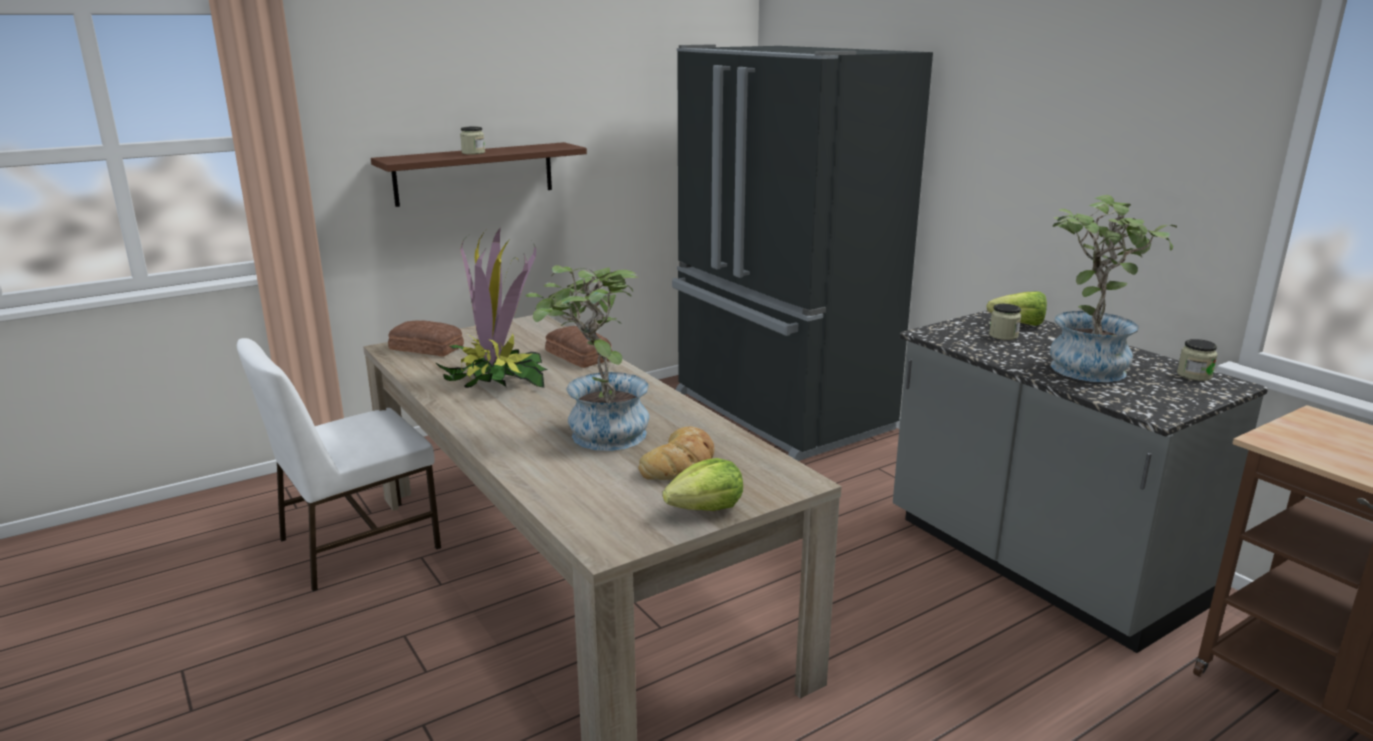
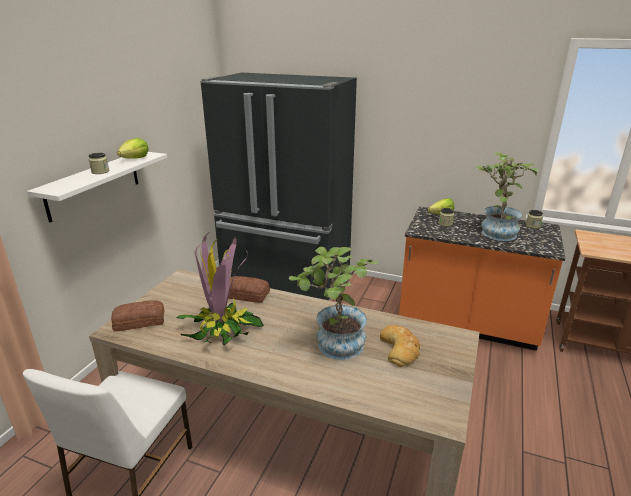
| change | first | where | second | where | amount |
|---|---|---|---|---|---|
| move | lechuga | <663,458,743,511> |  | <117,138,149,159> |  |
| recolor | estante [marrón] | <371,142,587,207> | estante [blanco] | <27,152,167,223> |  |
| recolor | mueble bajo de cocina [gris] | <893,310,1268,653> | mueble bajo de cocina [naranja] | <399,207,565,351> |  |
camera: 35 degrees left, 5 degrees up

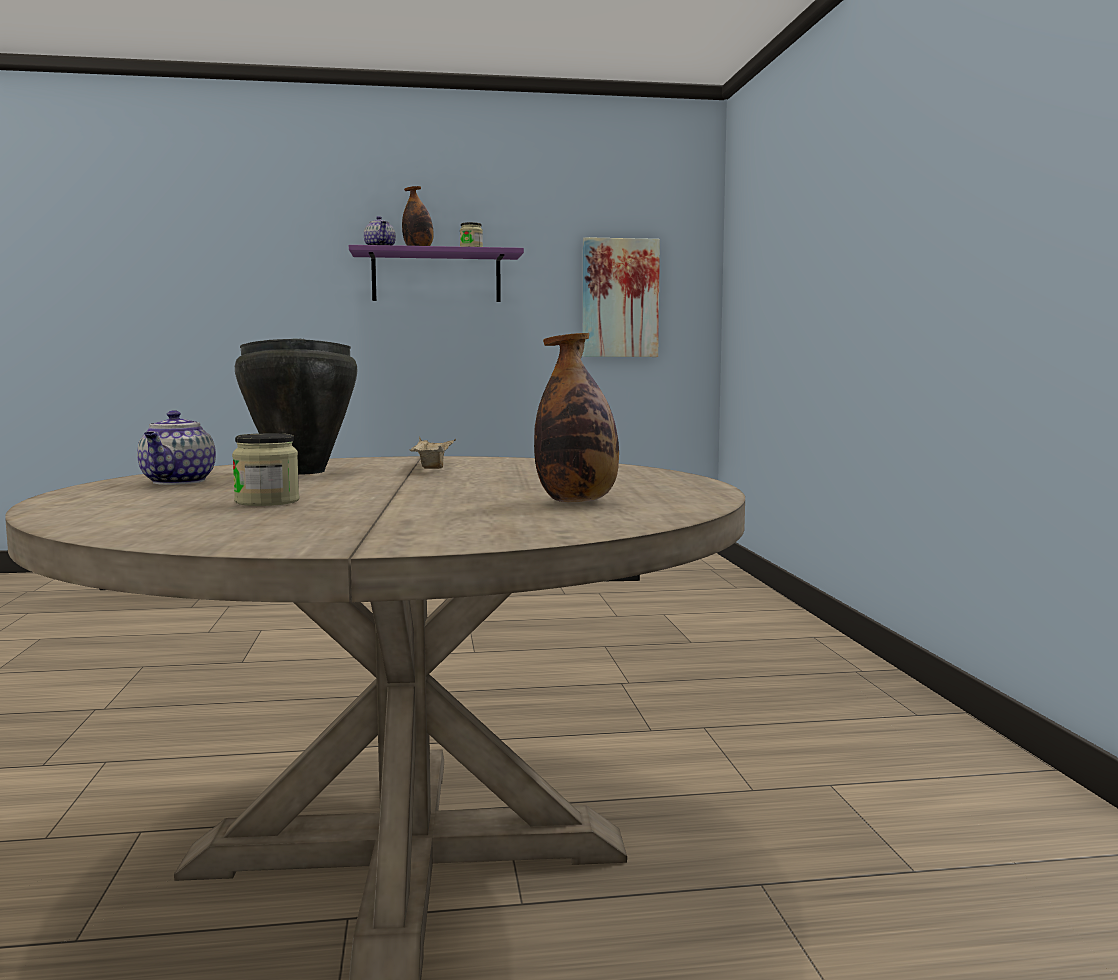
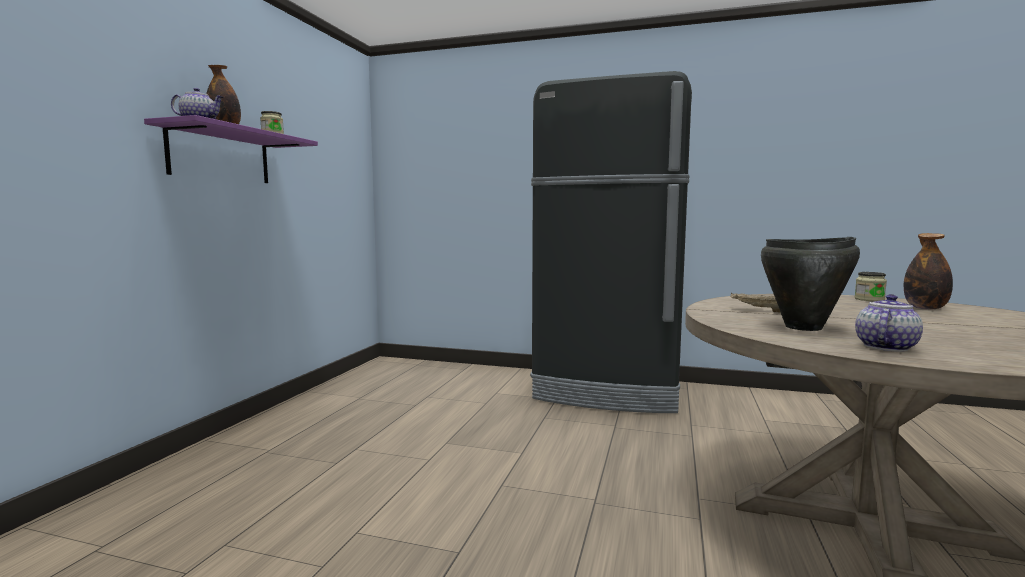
| change | first | where | second | where | amount |
|---|---|---|---|---|---|
| delete | cuadro | <583,237,660,357> |  |  |  |
| insert |  |  | nevera [negro] | <530,71,692,413> |  |
| move | tarro | <232,433,299,506> |  | <855,272,887,301> |  |
| rotate | tetera | <137,410,216,485> |  | <855,294,923,352> | 75 degrees counterclockwise |
camera: 65 degrees left, 0 degrees up

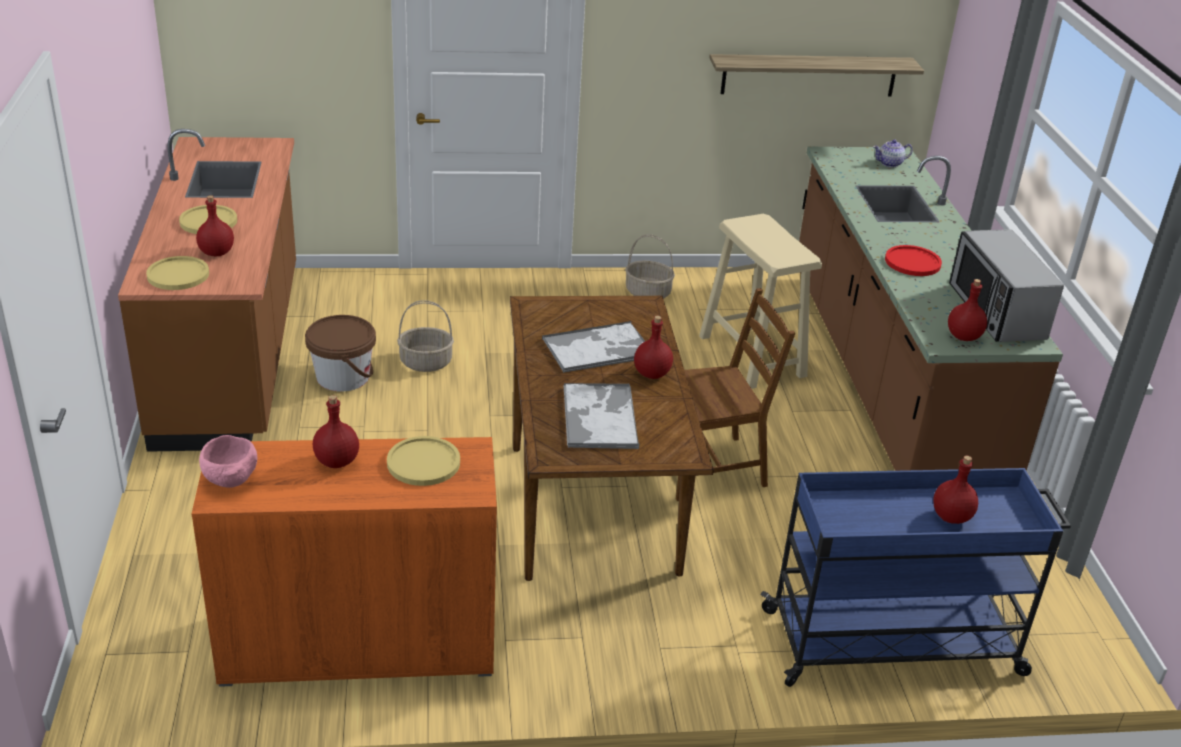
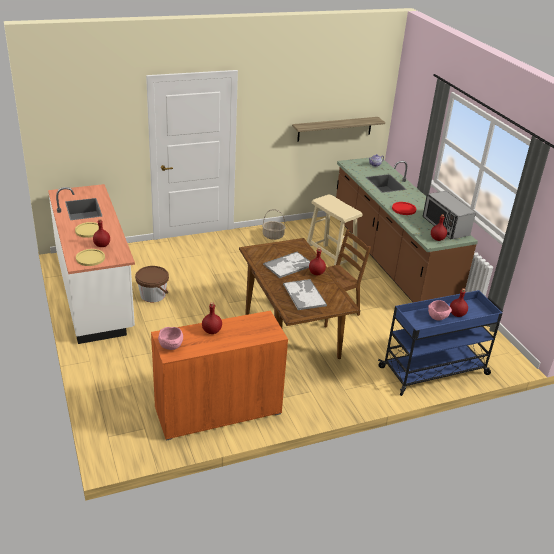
| change | first | where | second | where | amount |
|---|---|---|---|---|---|
| delete | plato [amarillo] | <387,436,460,486> |  |  |  |
| delete | cesta | <397,300,454,372> |  |  |  |
| insert |  |  | cuenco [rosa] | <428,300,452,321> |  |
| recolor | mueble bajo de cocina [marrón] | <118,129,296,452> | mueble bajo de cocina [blanco] | <48,184,135,344> |  |
camera: 15 degrees left, 0 degrees up

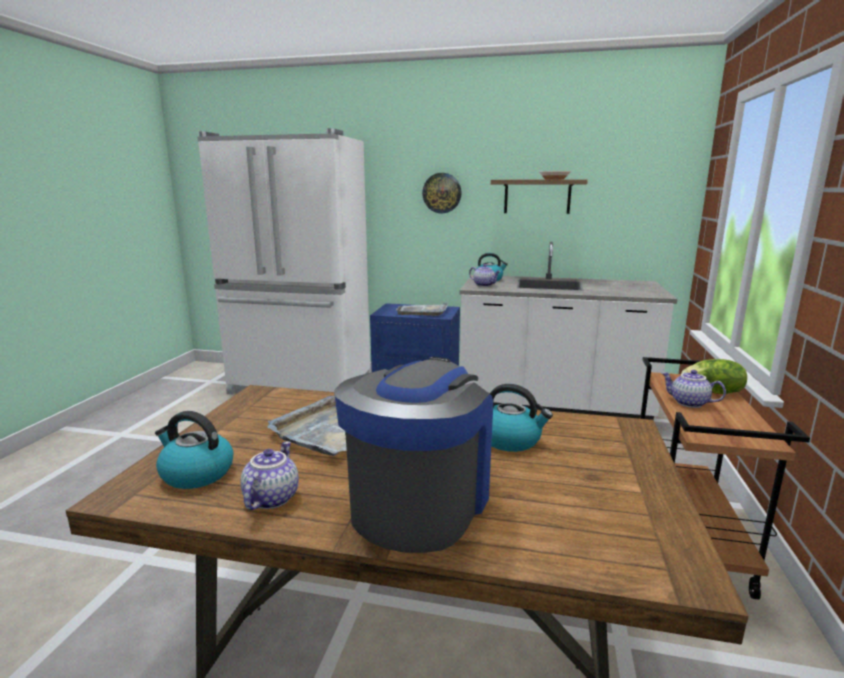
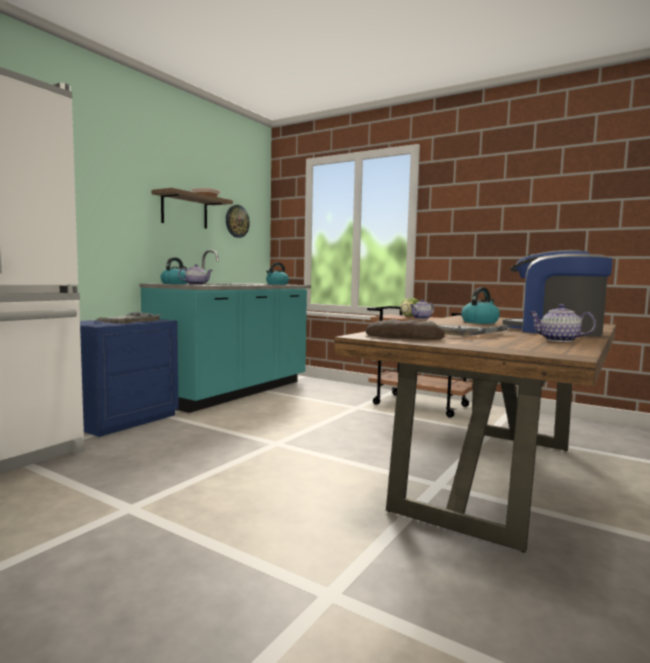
| change | first | where | second | where | amount |
|---|---|---|---|---|---|
| insert |  |  | pan | <366,319,445,340> |  |
| move | hervidor | <155,411,233,489> |  | <266,262,289,285> |  |
| move | reloj de pared | <422,173,462,213> |  | <226,205,250,238> |  |
| recolor | mueble bajo de cocina [blanco] | <459,242,677,420> | mueble bajo de cocina [turquesa] | <139,250,311,413> |  |
camera: 70 degrees left, 10 degrees down

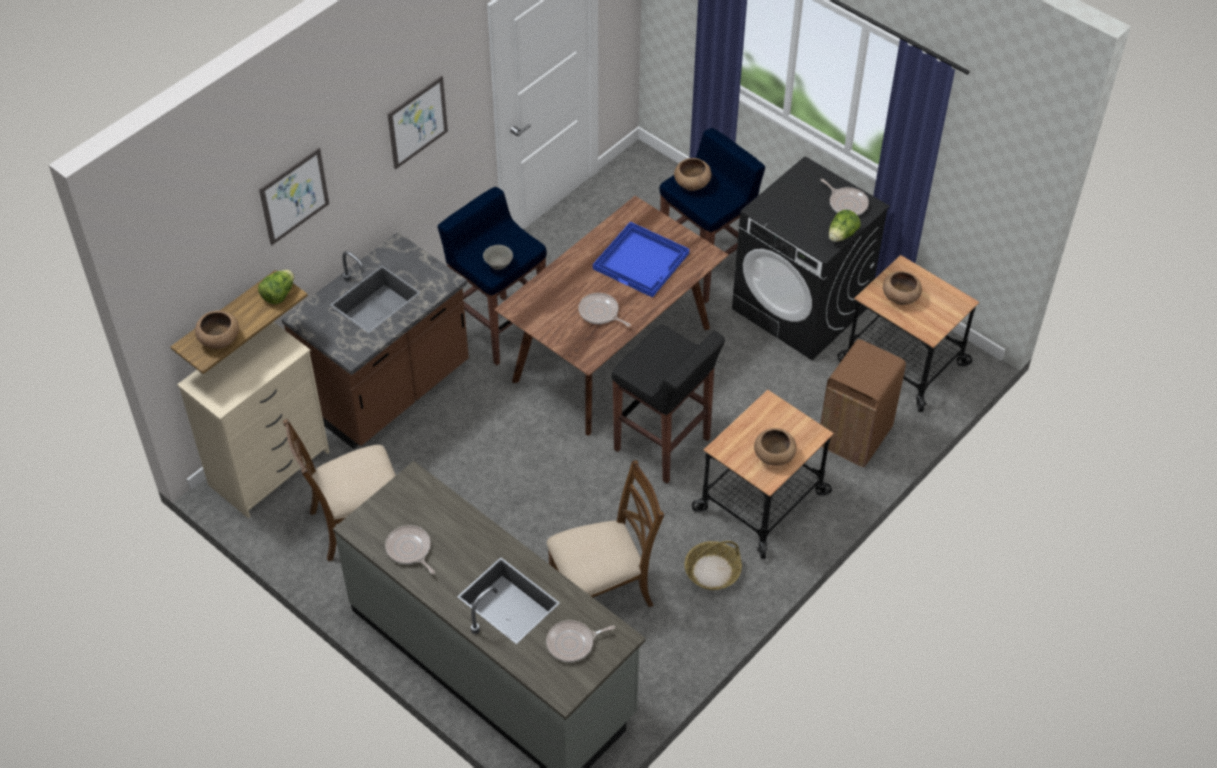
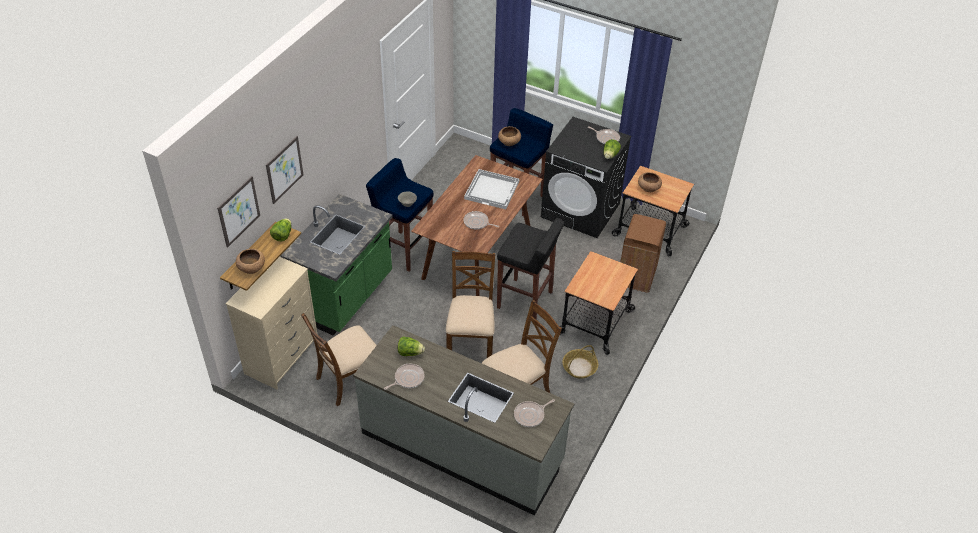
| change | first | where | second | where | amount |
|---|---|---|---|---|---|
| delete | cuenco [marrón] | <754,428,797,466> |  |  |  |
| insert |  |  | lechuga | <398,336,425,356> |  |
| insert |  |  | silla [marrón] | <446,251,496,358> |  |
| move | cuadro | <387,75,448,169> |  | <217,176,260,247> |  |
| recolor | mueble bajo de cocina [marrón] | <281,232,469,449> | mueble bajo de cocina [verde] | <281,194,393,336> |  |
| recolor | bandeja [azul] | <593,222,689,298> | bandeja [blanco] | <464,169,519,209> |  |
| rotate | sartén | <385,525,435,574> |  | <384,364,425,390> | 105 degrees clockwise |
camera: 15 degrees left, 5 degrees down

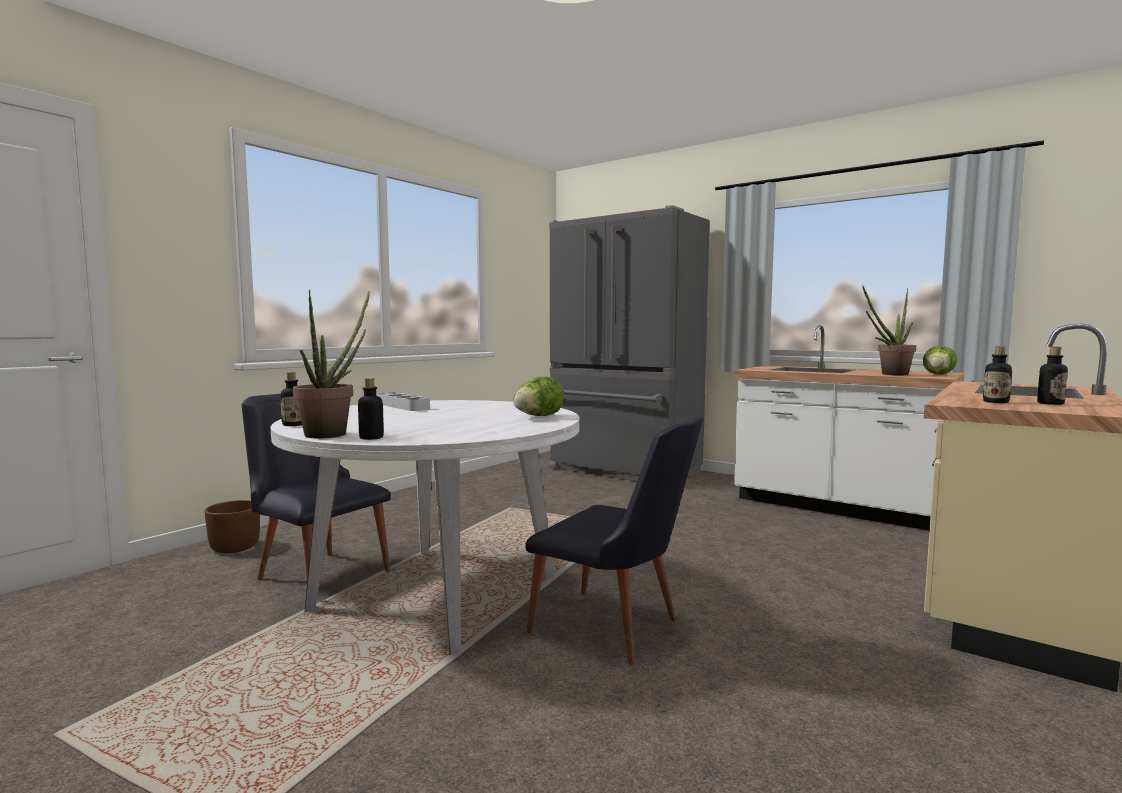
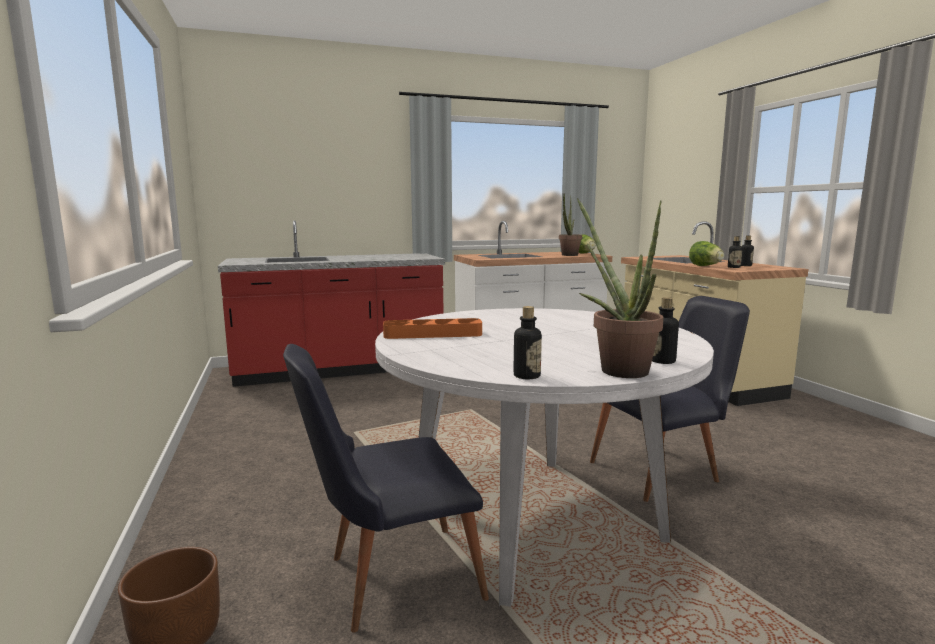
| change | first | where | second | where | amount |
|---|---|---|---|---|---|
| move | lechuga | <513,377,564,416> |  | <689,241,724,266> |  |
| replace | nevera [gris] | <549,205,710,482> | mueble bajo de cocina [rojo] | <218,220,445,387> |  |
| recolor | bandeja [gris] | <377,392,430,411> | bandeja [naranja] | <383,318,482,339> |  |
camera: 55 degrees left, 5 degrees up

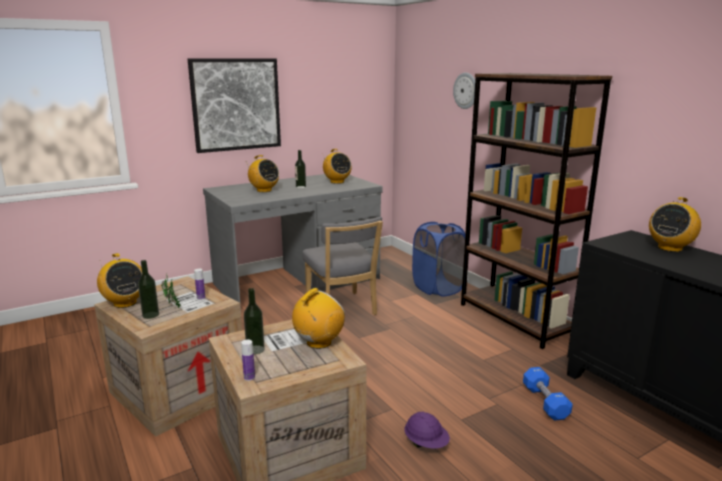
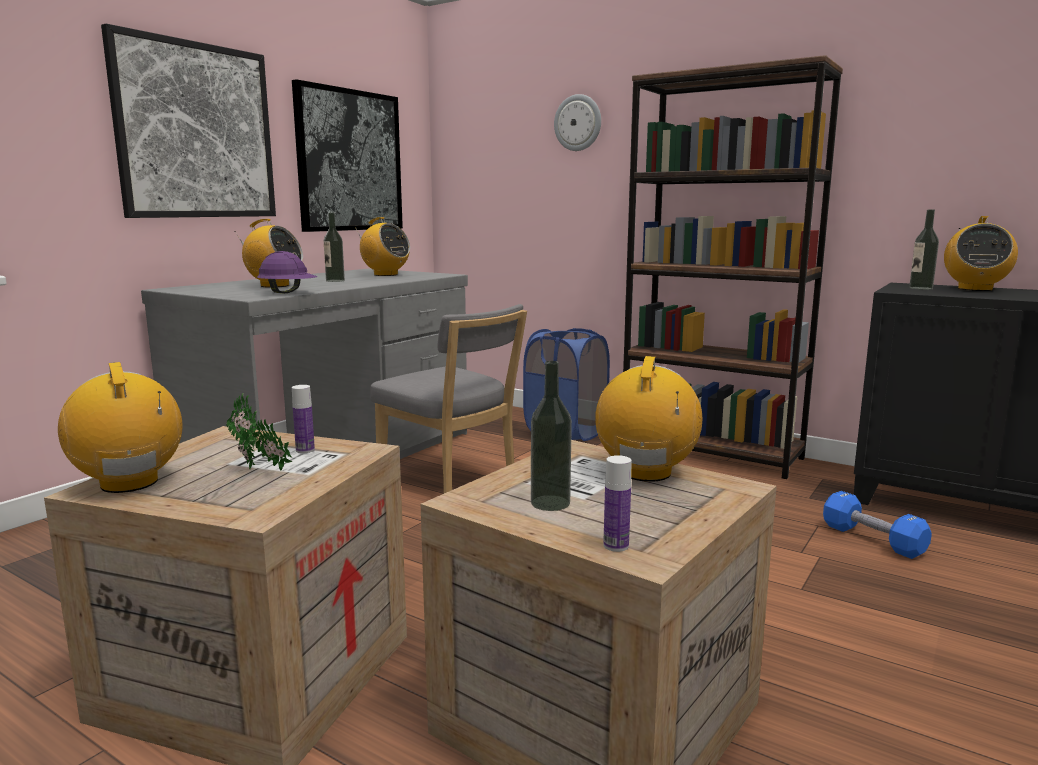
| change | first | where | second | where | amount |
|---|---|---|---|---|---|
| insert |  |  | cuadro | <292,79,403,232> |  |
| move | botella | <138,260,159,319> |  | <909,210,939,290> |  |
| move | casco [morado] | <404,412,450,448> |  | <257,251,317,293> |  |
| rotate | radio | <97,253,142,308> |  | <58,362,183,493> | 150 degrees counterclockwise |
camera: 25 degrees left, 5 degrees down

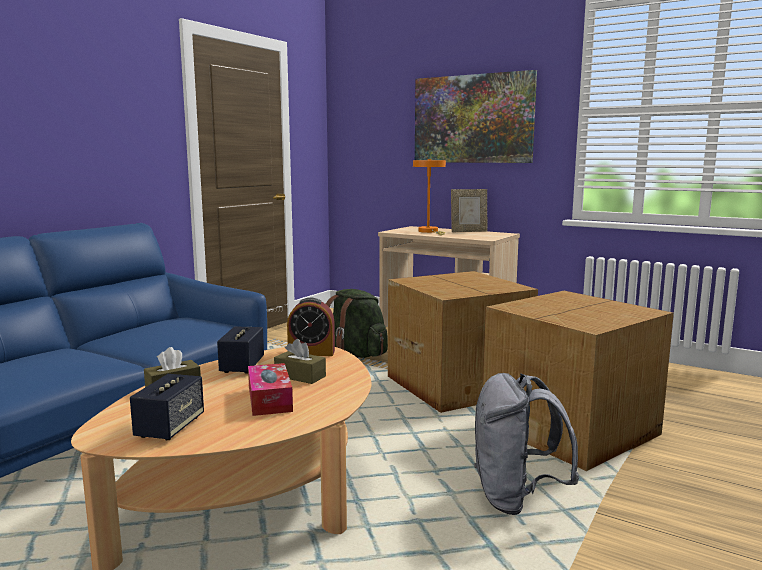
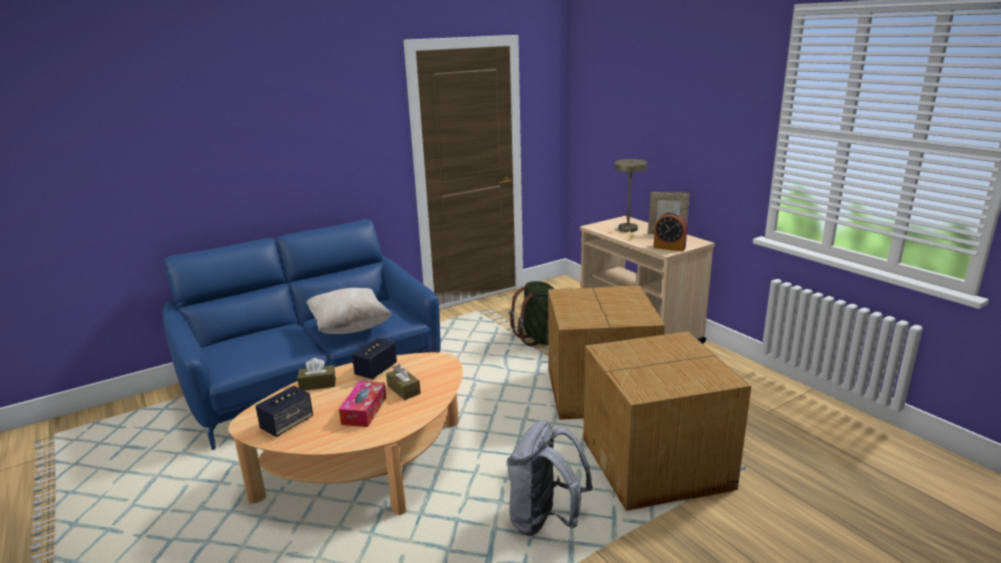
| change | first | where | second | where | amount |
|---|---|---|---|---|---|
| delete | cuadro | <415,70,537,163> |  |  |  |
| insert |  |  | cojín [beis] | <306,288,392,334> |  |
| move | despertador | <287,298,335,356> |  | <653,211,687,252> |  |
| recolor | lámpara de mesa [naranja] | <413,159,446,235> | lámpara de mesa [beis] | <614,159,647,239> |  |
camera: 25 degrees right, 10 degrees up

